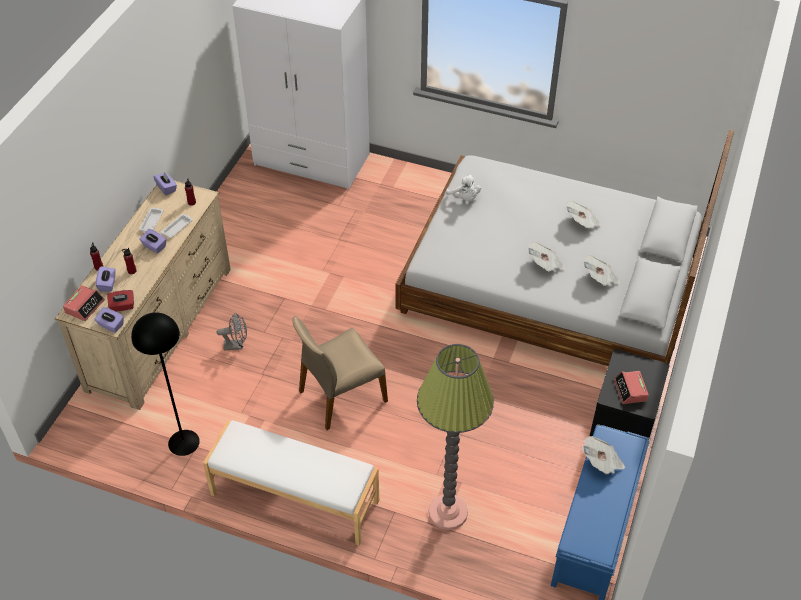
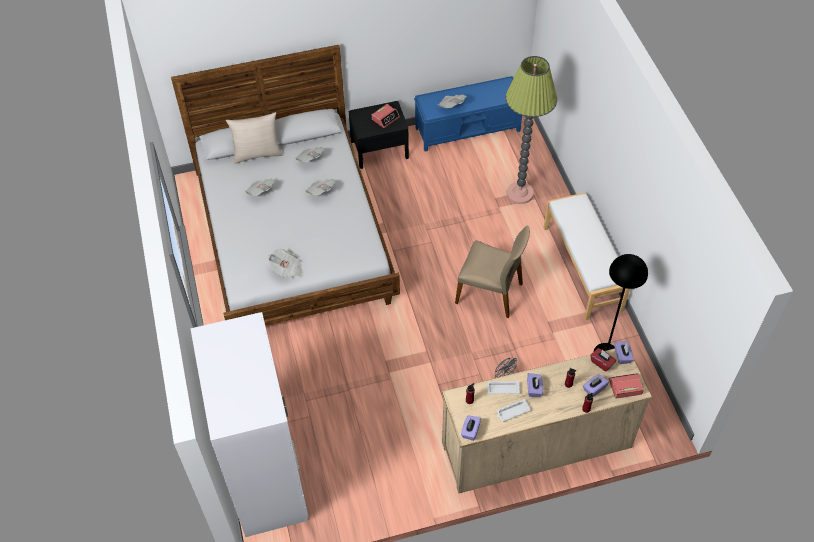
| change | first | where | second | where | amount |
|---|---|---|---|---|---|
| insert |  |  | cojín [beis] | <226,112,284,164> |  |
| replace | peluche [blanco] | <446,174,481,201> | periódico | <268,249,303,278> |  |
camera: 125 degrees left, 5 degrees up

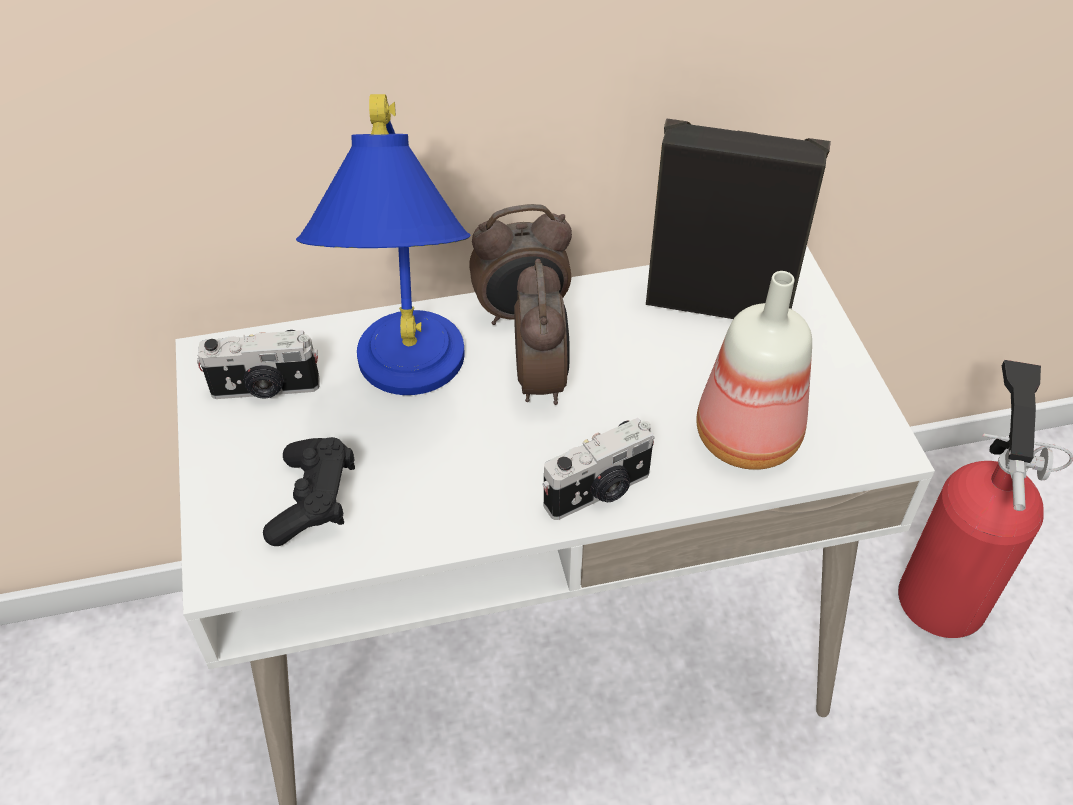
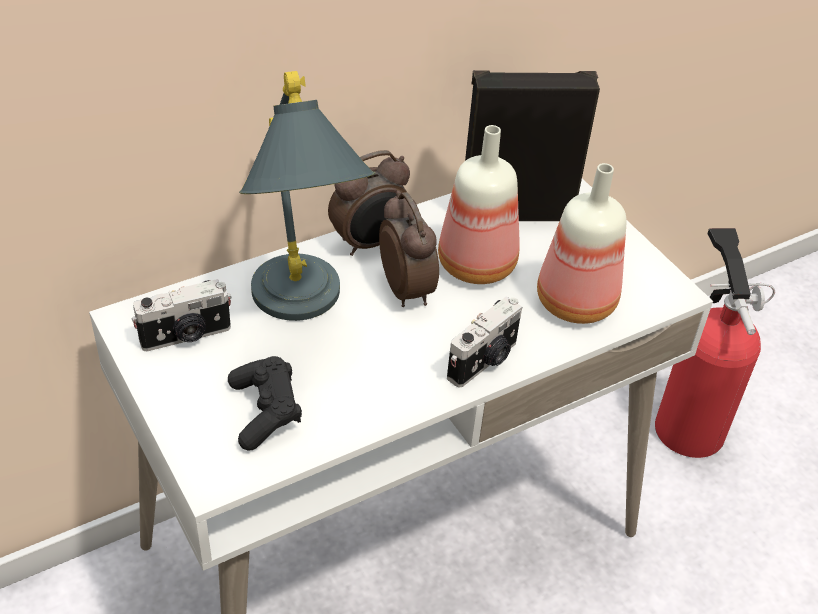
| change | first | where | second | where | amount |
|---|---|---|---|---|---|
| insert |  |  | botella | <438,125,520,284> |  |
| recolor | lámpara de mesa [azul] | <296,94,471,395> | lámpara de mesa [gris] | <239,71,375,321> |  |
camera: 20 degrees left, 5 degrees down

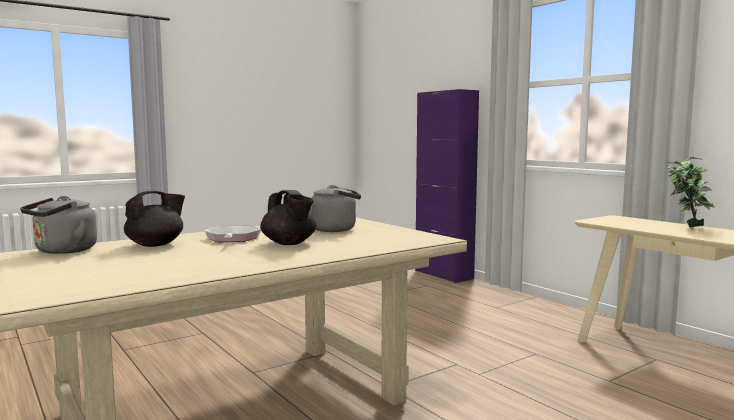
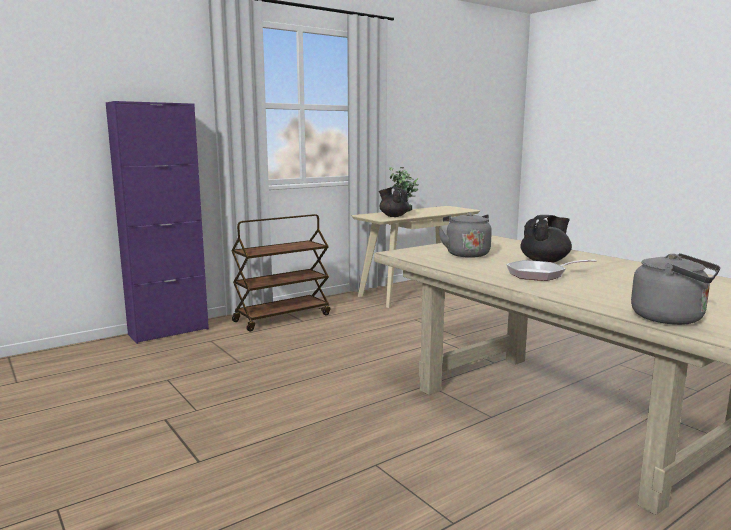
| change | first | where | second | where | amount |
|---|---|---|---|---|---|
| insert |  |  | carrito [marrón] | <231,214,330,332> |  |
| move | tetera [negro] | <124,191,185,247> |  | <379,187,410,217> |  |
camera: 90 degrees left, 5 degrees up

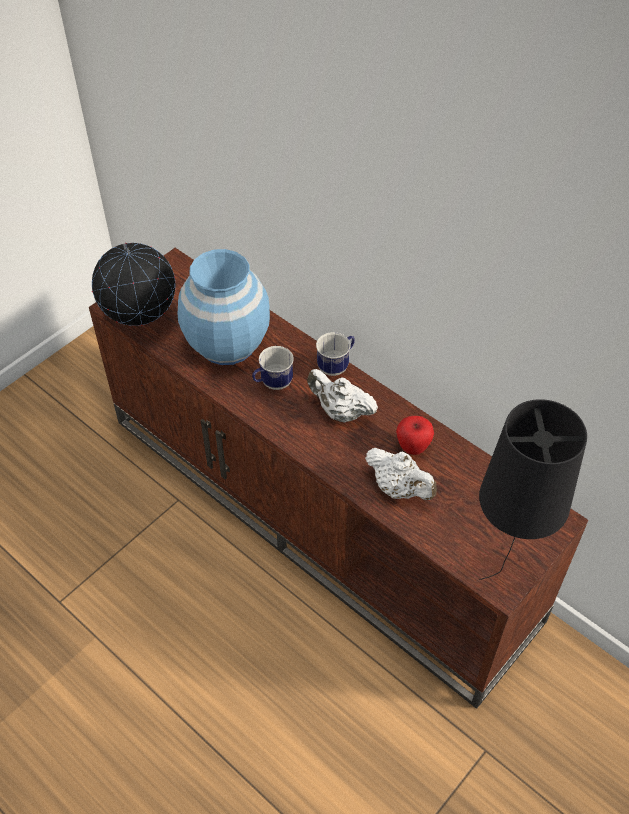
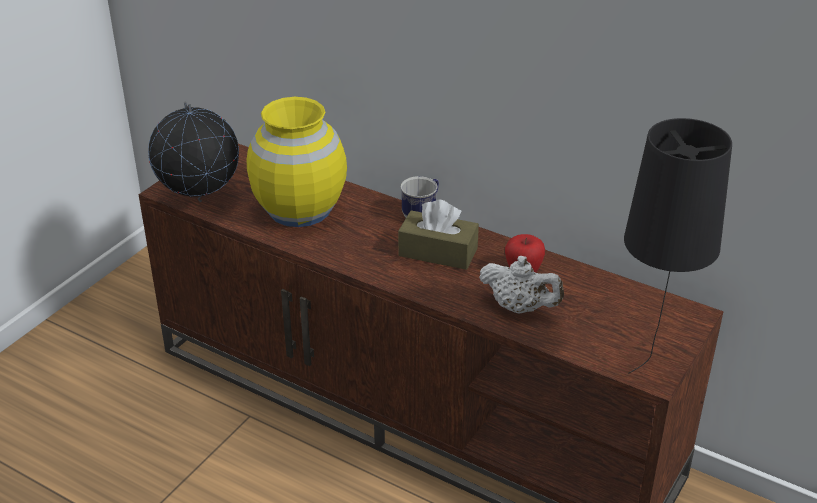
| change | first | where | second | where | amount |
|---|---|---|---|---|---|
| delete | taza grande | <252,346,294,390> |  |  |  |
| replace | tetera [blanco] | <307,369,378,423> | caja de pañuelos [marrón] | <398,200,479,270> |  |
| recolor | florero [azul] | <178,249,270,365> | florero [amarillo] | <246,97,347,227> |  |
camera: 10 degrees left, 15 degrees down

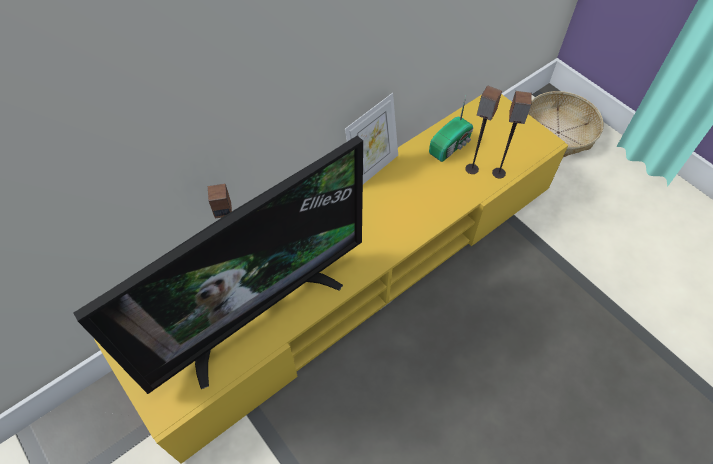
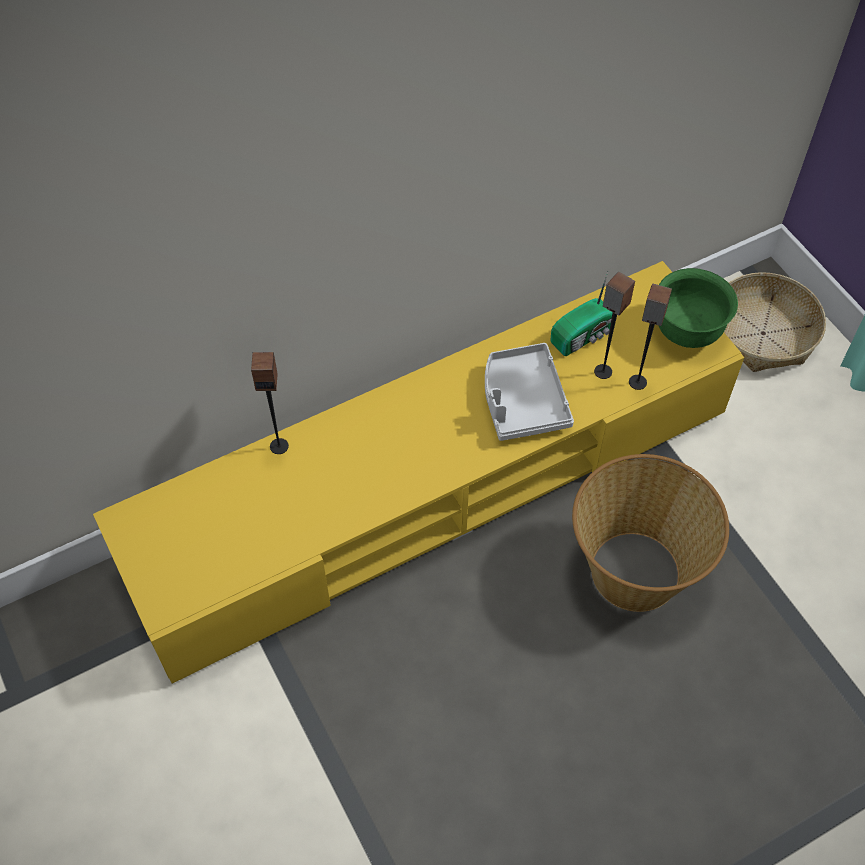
| change | first | where | second | where | amount |
|---|---|---|---|---|---|
| delete | televisor | <73,136,363,394> |  |  |  |
| delete | portarretratos | <345,93,398,184> |  |  |  |
| insert |  |  | bandeja [gris] | <485,343,574,441> |  |
| insert |  |  | cesta | <572,454,729,612> |  |
| insert |  |  | cuenco [verde] | <659,268,738,348> |  |
camera: 10 degrees right, 0 degrees up

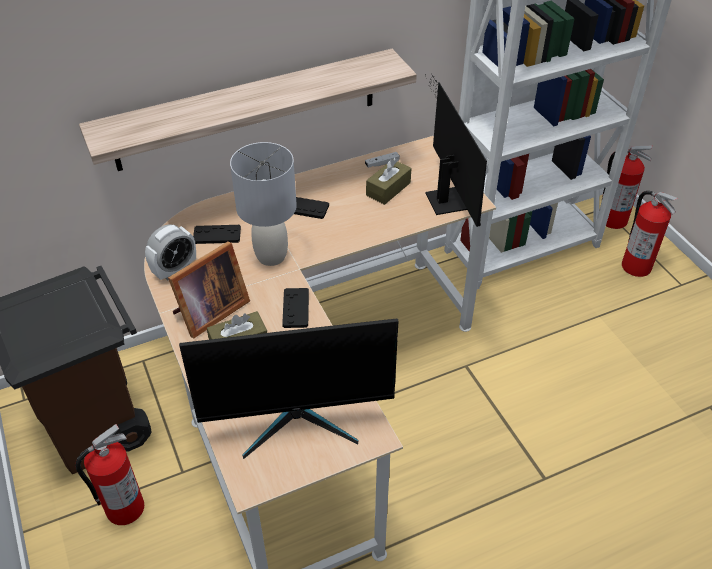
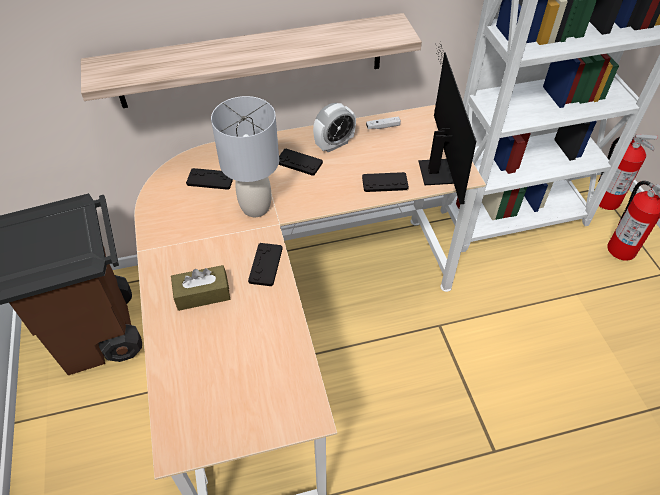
| change | first | where | second | where | amount |
|---|---|---|---|---|---|
| delete | extintor | <75,424,144,525> |  |  |  |
| delete | portarretratos | <168,241,250,339> |  |  |  |
| delete | monitor | <179,318,398,459> |  |  |  |
| delete | caja de pañuelos [marrón] | <366,158,411,205> |  |  |  |
| insert |  |  | mando de consola [negro] | <362,172,409,192> |  |
| move | despertador | <145,224,196,280> |  | <313,103,356,152> |  |
camera: 10 degrees right, 5 degrees up

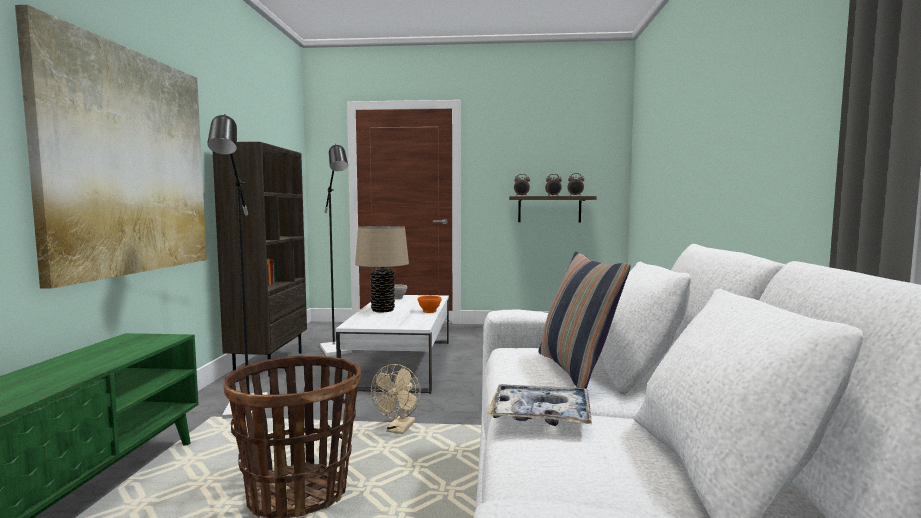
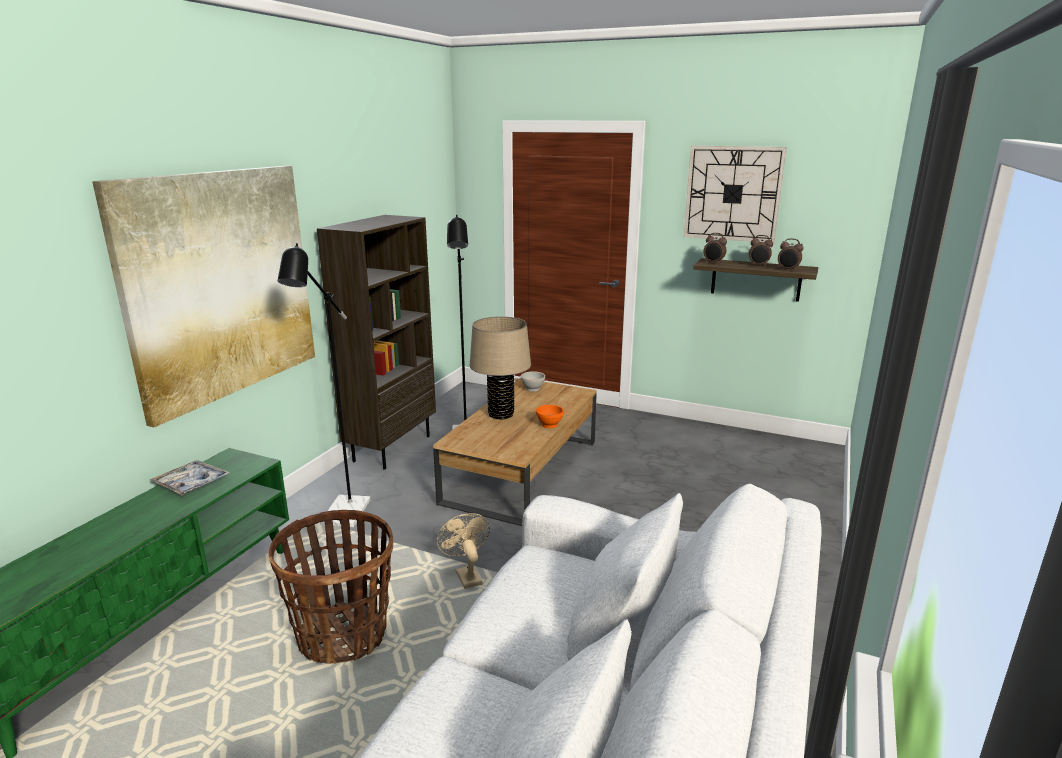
| change | first | where | second | where | amount |
|---|---|---|---|---|---|
| delete | cojín | <538,252,631,389> |  |  |  |
| insert |  |  | reloj de pared | <684,146,787,243> |  |
| move | bandeja | <487,384,592,426> |  | <150,460,230,495> |  |
| recolor | mesa de centro [blanco] | <336,295,449,394> | mesa de centro [marrón] | <433,378,597,526> |  |
| rotate | ventilador [beis] | <371,364,421,434> |  | <437,513,490,589> | 120 degrees clockwise |
camera: 20 degrees right, 15 degrees up

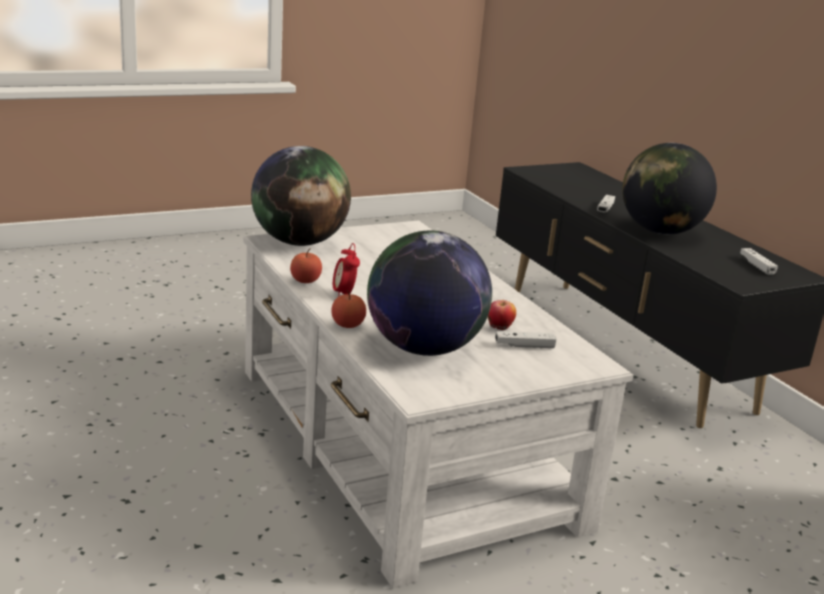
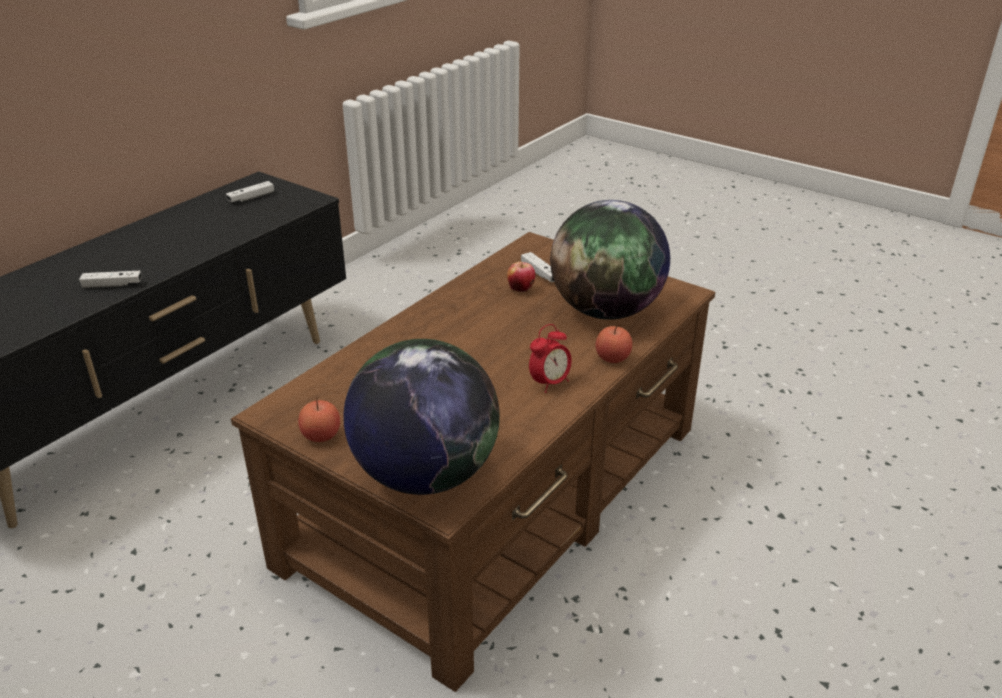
| change | first | where | second | where | amount |
|---|---|---|---|---|---|
| delete | globo terráqueo | <622,143,717,234> |  |  |  |
| move | manzana | <290,249,322,283> |  | <298,396,340,442> |  |
| recolor | mesa de centro [blanco] | <243,220,633,588> | mesa de centro [marrón] | <231,232,715,692> |  |
camera: 115 degrees left, 10 degrees up

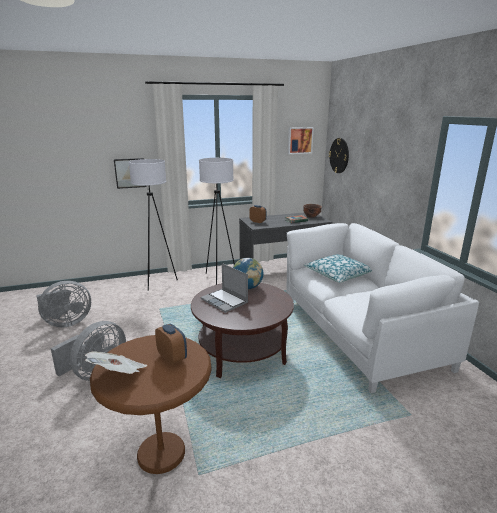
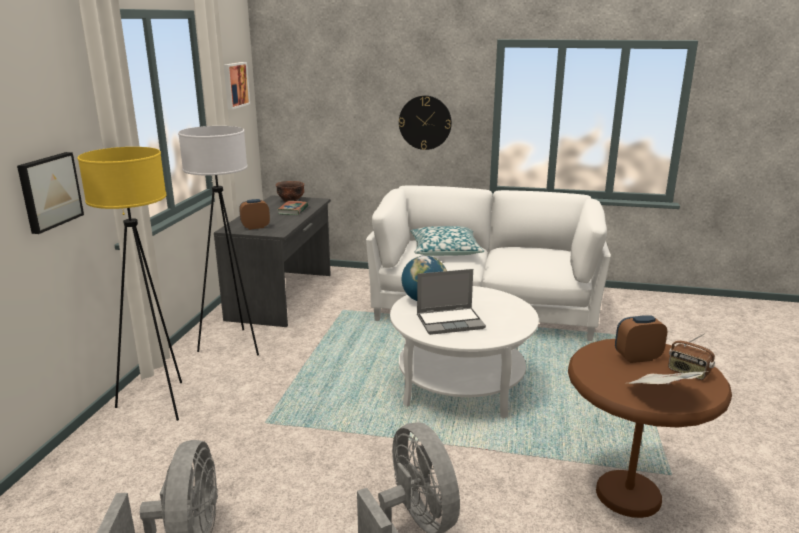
| change | first | where | second | where | amount |
|---|---|---|---|---|---|
| insert |  |  | radio | <668,333,715,380> |  |
| move | reloj de pared | <329,138,349,173> |  | <399,96,452,150> |  |
| recolor | lámpara de pie [blanco] | <129,159,178,291> | lámpara de pie [amarillo] | <78,147,182,421> |  |
| recolor | mesa de centro [marrón] | <191,283,294,378> | mesa de centro [blanco] | <390,286,539,418> |  |
camera: 60 degrees left, 0 degrees up

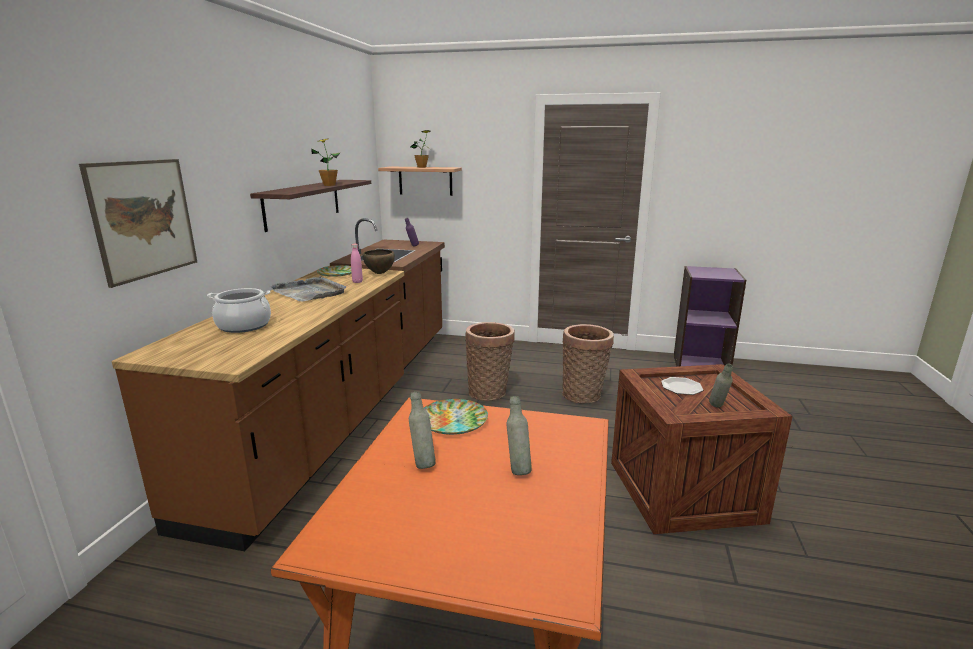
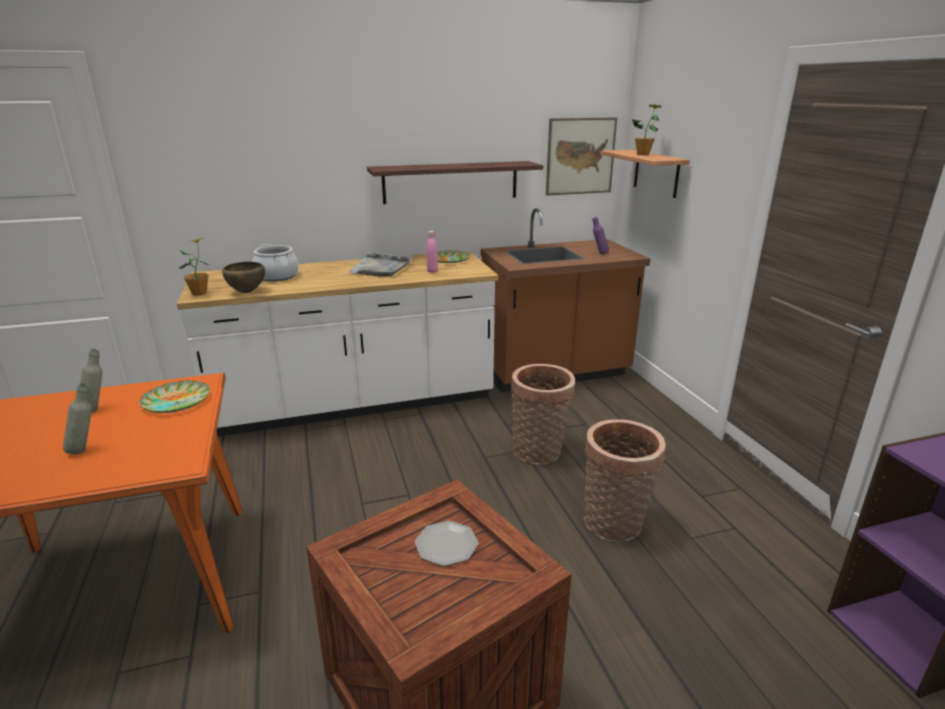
| change | first | where | second | where | amount |
|---|---|---|---|---|---|
| delete | botella [gris] | <709,364,733,407> |  |  |  |
| move | cuadro | <79,159,197,288> |  | <546,118,617,196> |  |
| move | planta en maceta | <311,139,341,186> |  | <178,238,208,296> |  |
| move | cuenco [marrón] | <363,249,395,274> |  | <222,262,265,293> |  |
| recolor | mueble bajo de cocina [marrón] | <112,269,404,551> | mueble bajo de cocina [blanco] | <177,251,498,437> |  |
camera: 60 degrees right, 5 degrees up

